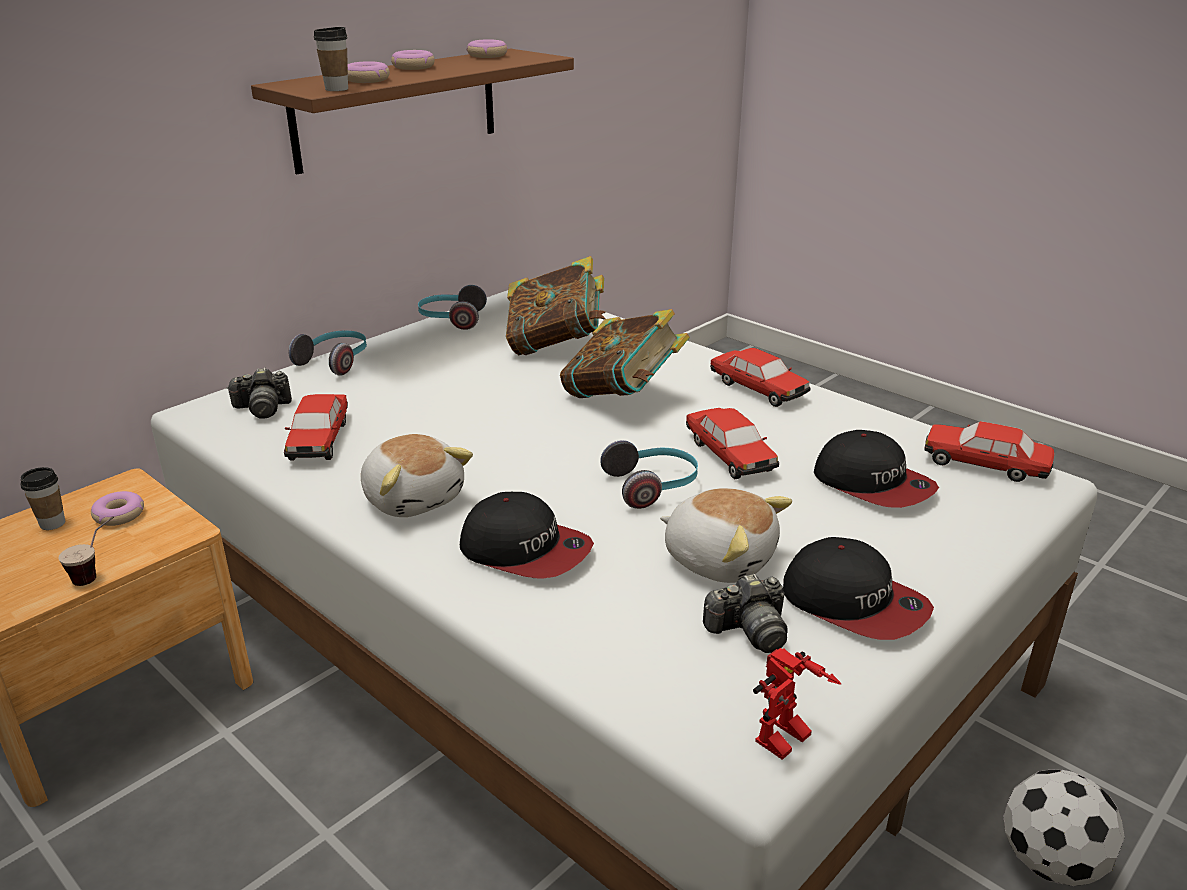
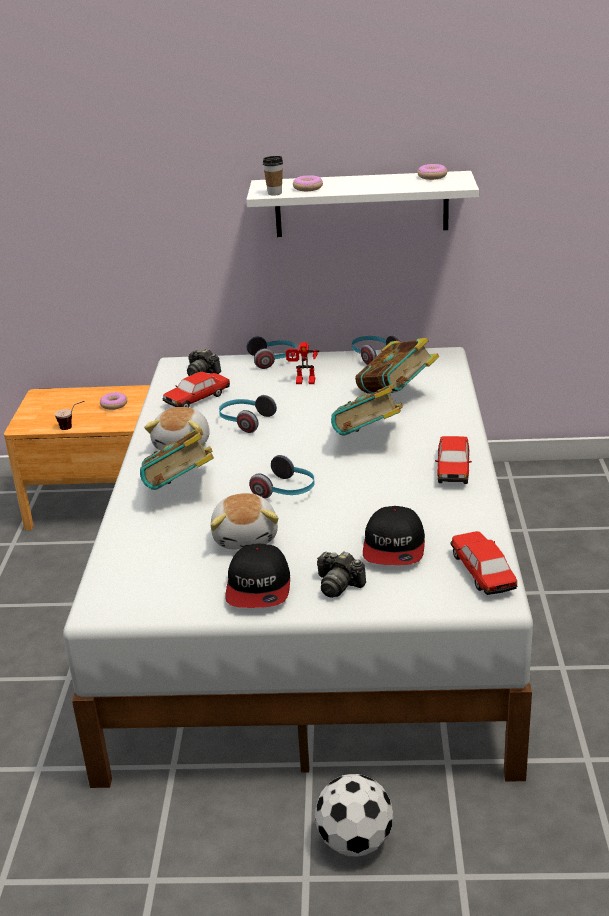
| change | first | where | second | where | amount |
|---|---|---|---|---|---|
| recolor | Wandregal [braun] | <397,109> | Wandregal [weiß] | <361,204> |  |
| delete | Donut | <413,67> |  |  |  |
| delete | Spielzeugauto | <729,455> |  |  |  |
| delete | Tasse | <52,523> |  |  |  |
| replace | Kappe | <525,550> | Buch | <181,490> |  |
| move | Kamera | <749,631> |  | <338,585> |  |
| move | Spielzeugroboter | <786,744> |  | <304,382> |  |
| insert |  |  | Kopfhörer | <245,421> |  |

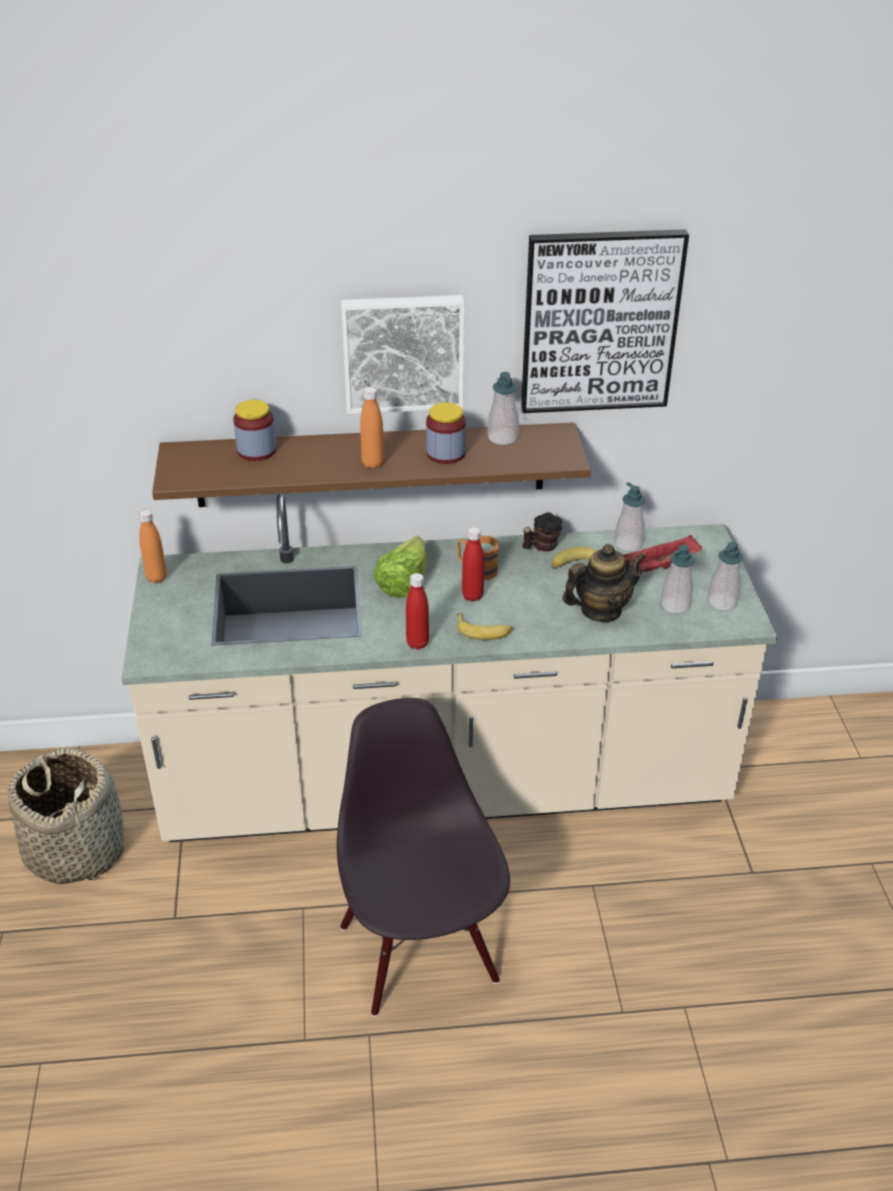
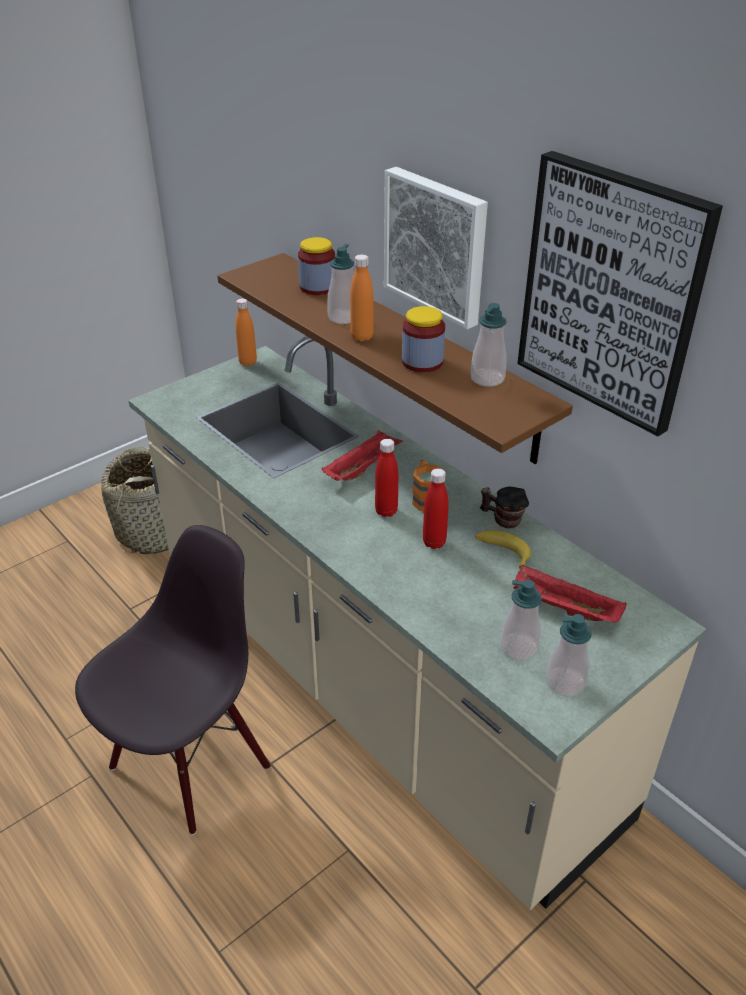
| change | first | where | second | where | amount |
|---|---|---|---|---|---|
| move | Seifenspender | <628,544> |  | <343,317> |  |
| replace | Salatkopf | <403,583> | Tablett [rot] | <362,468> |  |
| delete | Teekanne | <600,610> |  |  |  |
| move | Flasche [rot] | <417,643> |  | <434,542> |  |
| delete | Banane | <483,631> |  |  |  |

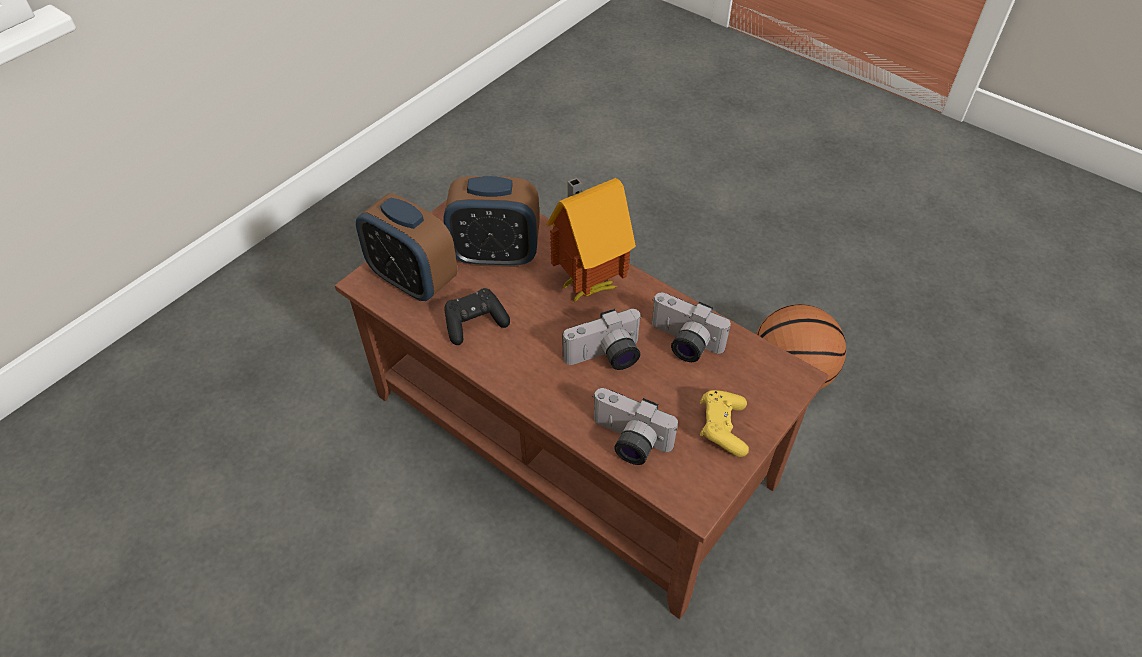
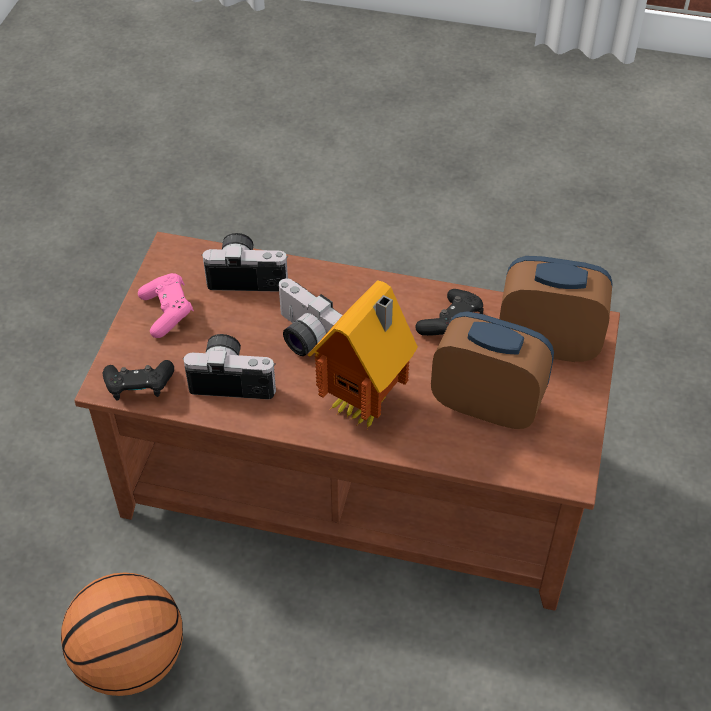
| change | first | where | second | where | amount |
|---|---|---|---|---|---|
| rotate | Wecker | <495,255> |  | <487,404> | 45 degrees clockwise |
| rotate | Kamera | <606,358> |  | <304,336> | 90 degrees counterclockwise |
| recolor | Gamepad [gelb] | <722,428> | Gamepad [rosa] | <167,312> |  |
| insert |  |  | Gamepad [schwarz] | <139,388> |  |

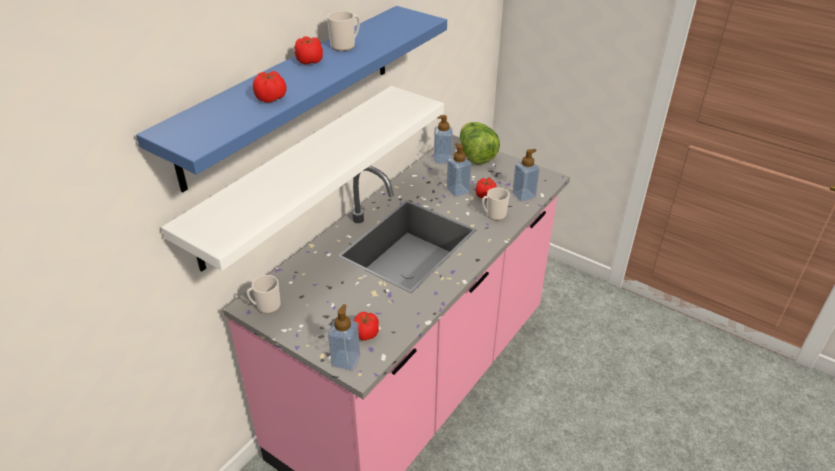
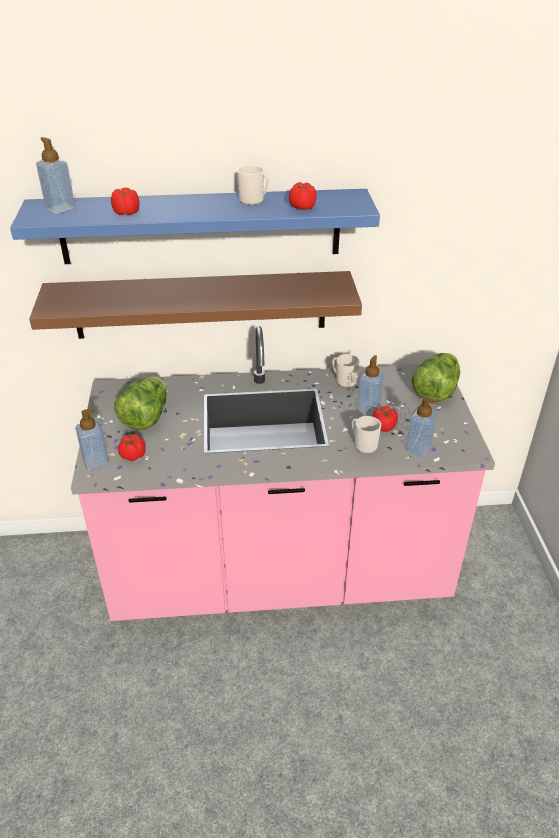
| change | first | where | second | where | amount |
|---|---|---|---|---|---|
| move | Tomate | <309,61> |  | <303,207> |  |
| recolor | Wandregal [weiß] | <297,174> | Wandregal [braun] | <200,305> |  |
| move | Seifenspender | <442,159> |  | <60,208> |  |
| move | Henkelbecher | <266,306> |  | <344,381> |  |
| insert |  |  | Salatkopf | <146,417> |  |

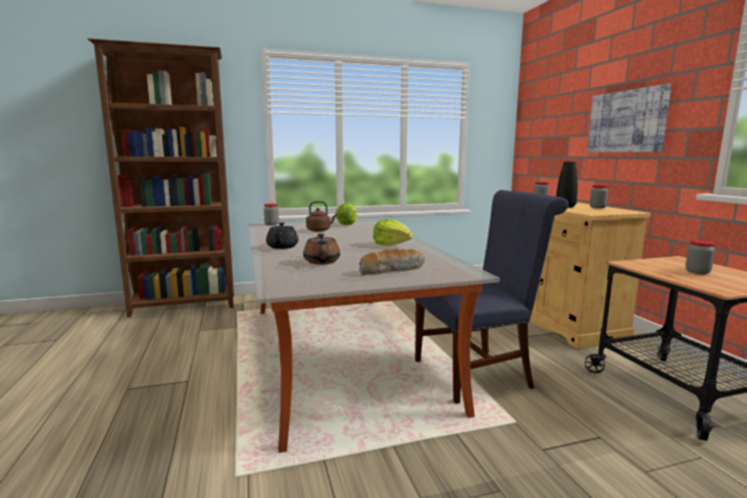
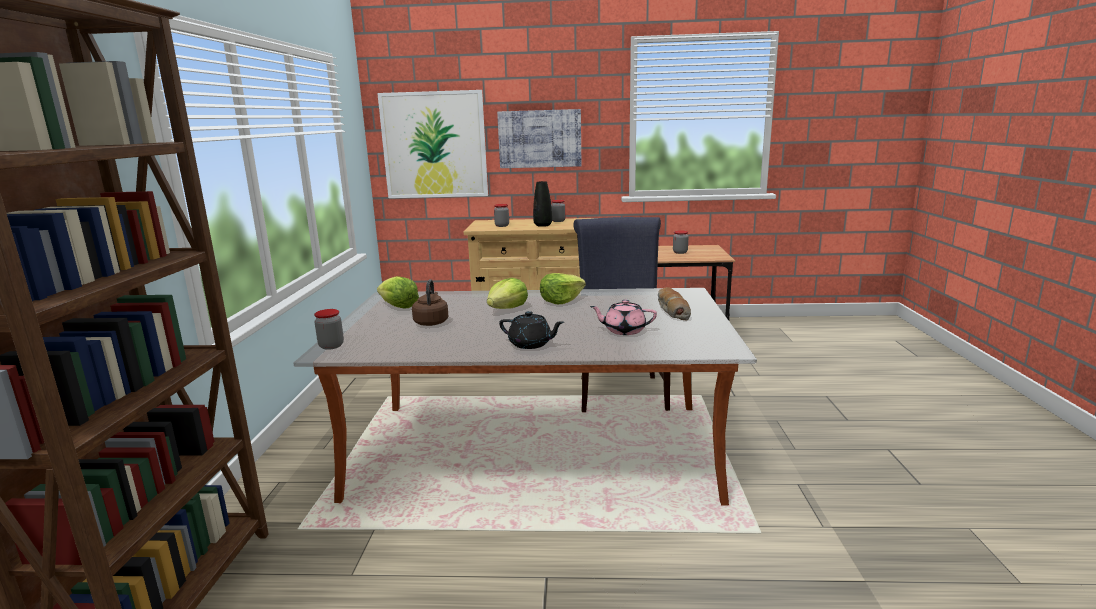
| change | first | where | second | where | amount |
|---|---|---|---|---|---|
| recolor | Teekanne [braun] | <322,261> | Teekanne [rosa] | <623,330> |  |
| insert |  |  | Bild | <434,145> |  |
| insert |  |  | Salatkopf | <507,309> |  |

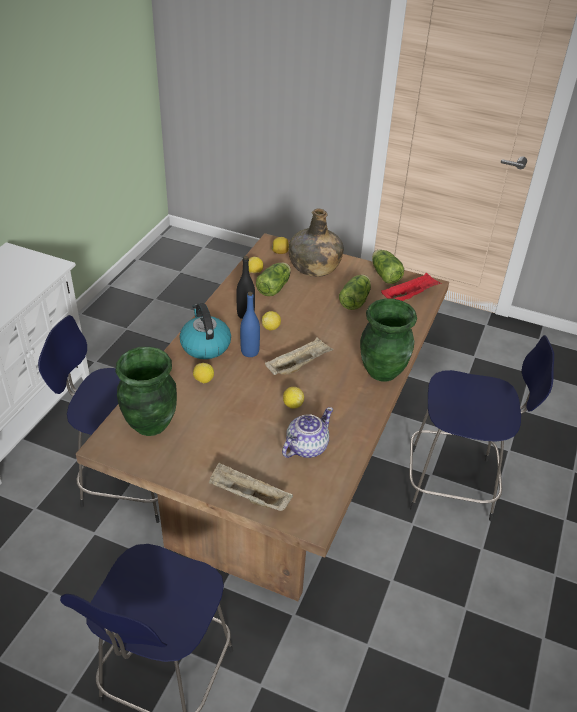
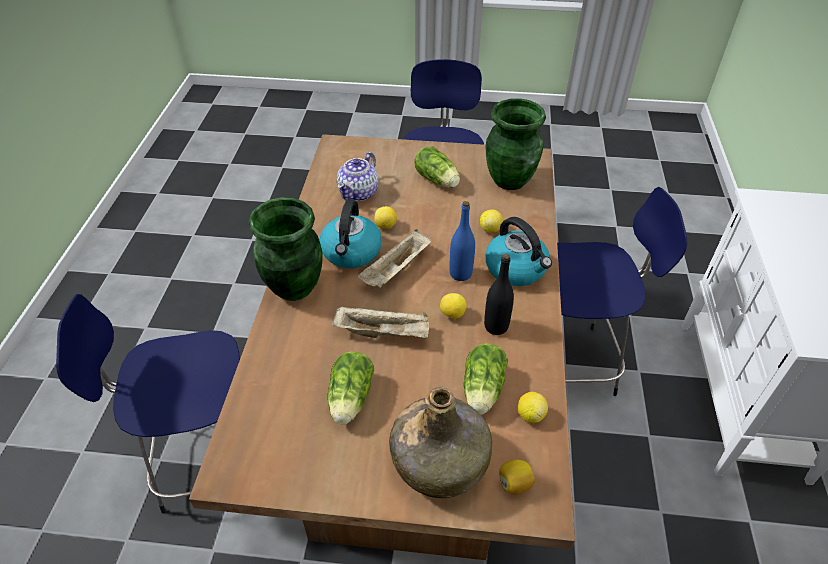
| change | first | where | second | where | amount |
|---|---|---|---|---|---|
| move | Salatkopf | <384,274> |  | <438,180> |  |
| delete | Tablett [rot] | <409,296> |  |  |  |
| move | Tablett [beige] | <248,497> |  | <383,332> |  |
| insert |  |  | Wasserkessel | <351,252> |  |

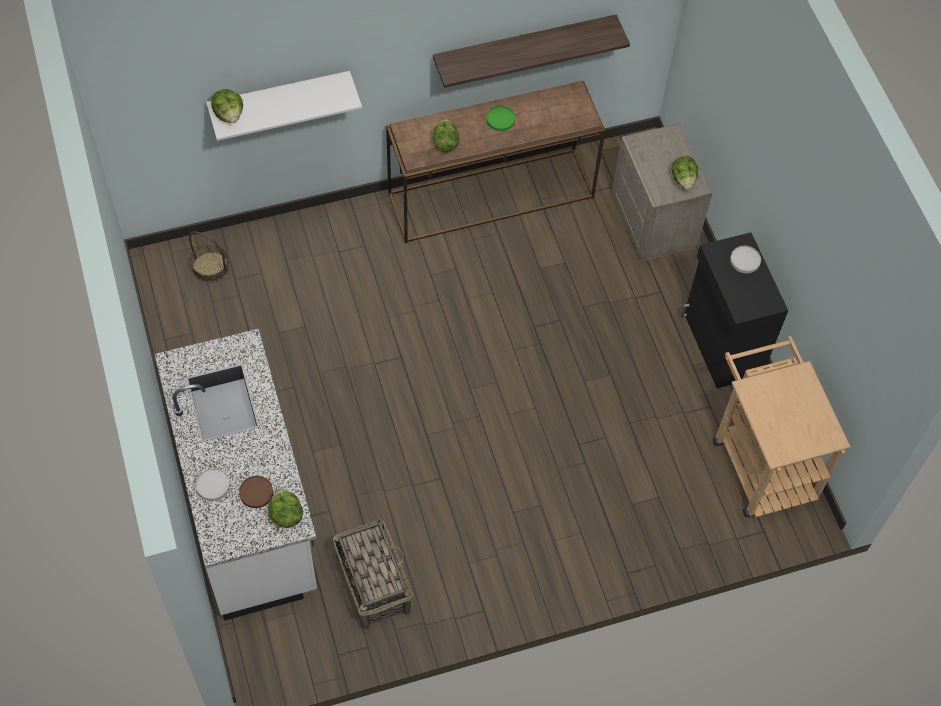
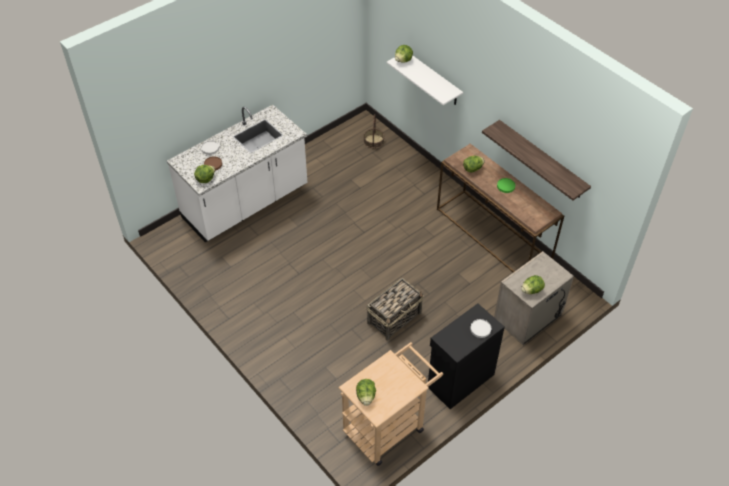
| change | first | where | second | where | amount |
|---|---|---|---|---|---|
| move | Korb | <373,583> |  | <395,317> |  |
| insert |  |  | Salatkopf | <366,396> |  |

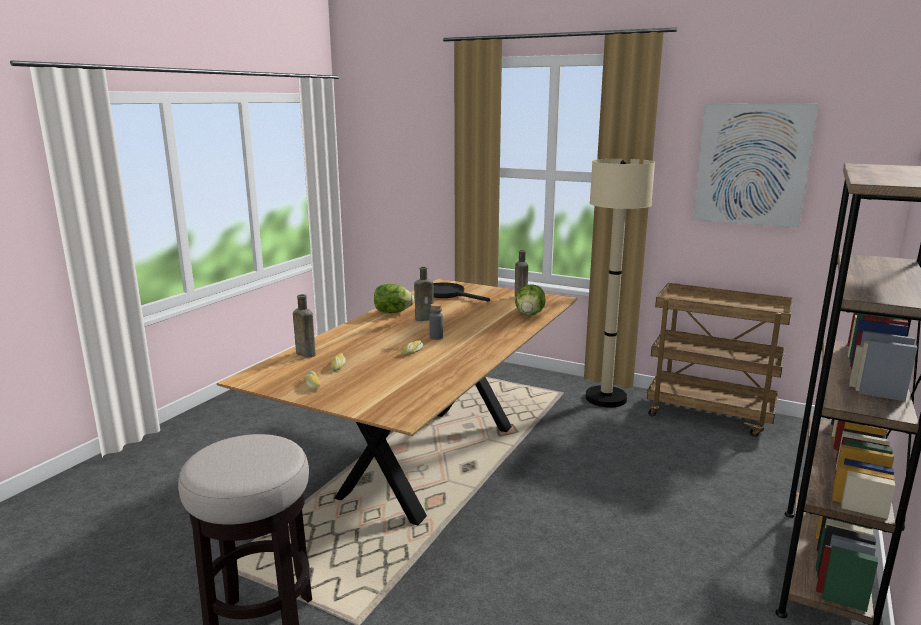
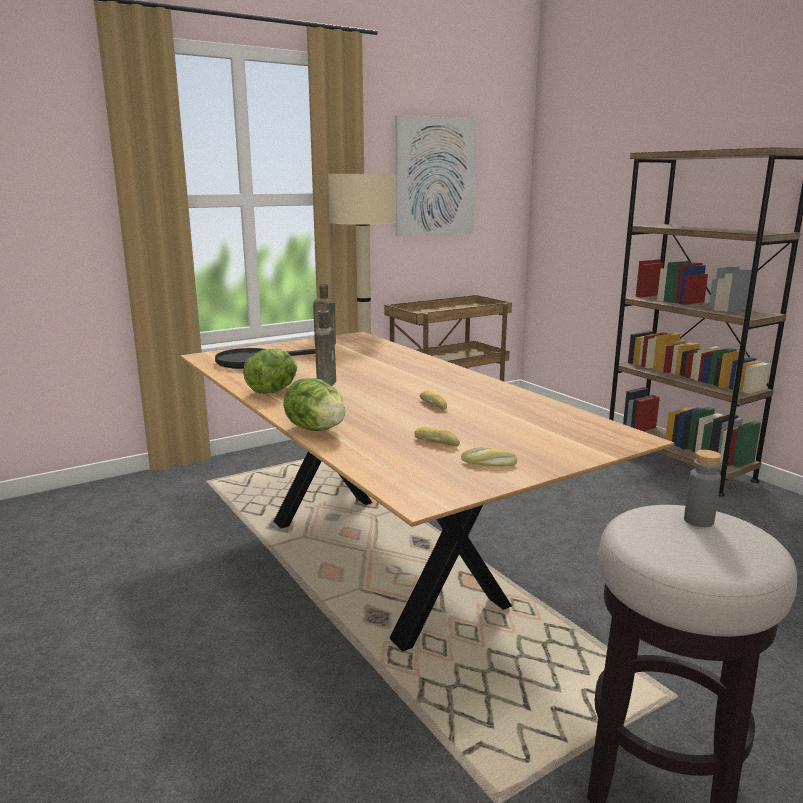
| change | first | where | second | where | amount |
|---|---|---|---|---|---|
| move | Salatkopf | <529,314> |  | <316,429> |  |
| delete | Flasche [braun] | <304,353> |  |  |  |
| move | Flasche [grau] | <436,337> |  | <698,521> |  |

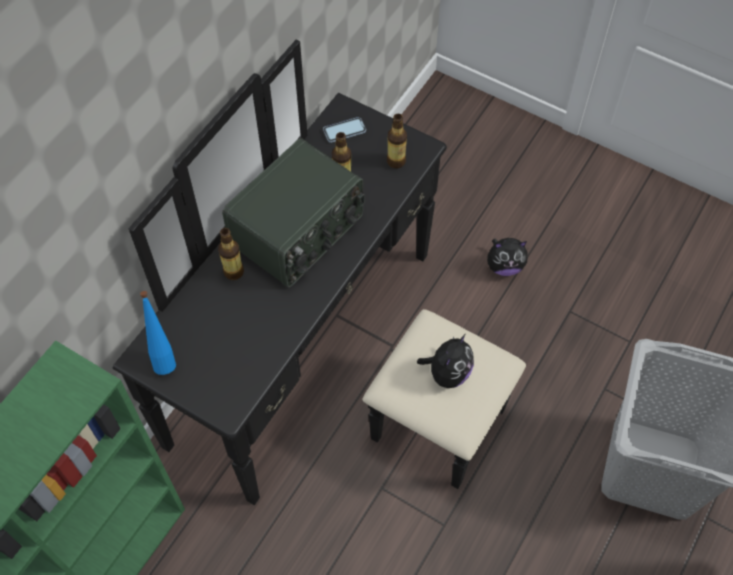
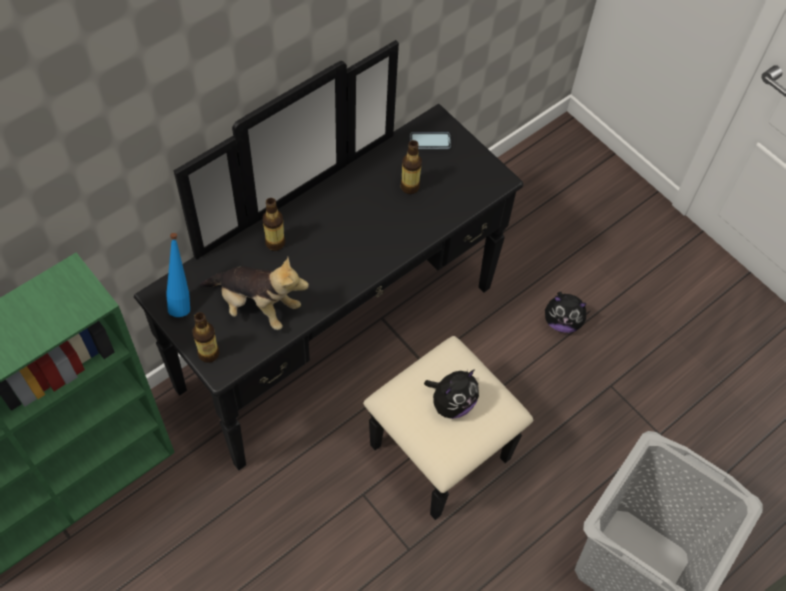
| change | first | where | second | where | amount |
|---|---|---|---|---|---|
| move | Flasche | <396,161> |  | <209,353> |  |
| delete | Radio | <298,232> |  |  |  |
| insert |  |  | Plüschtier | <256,305> |  |

